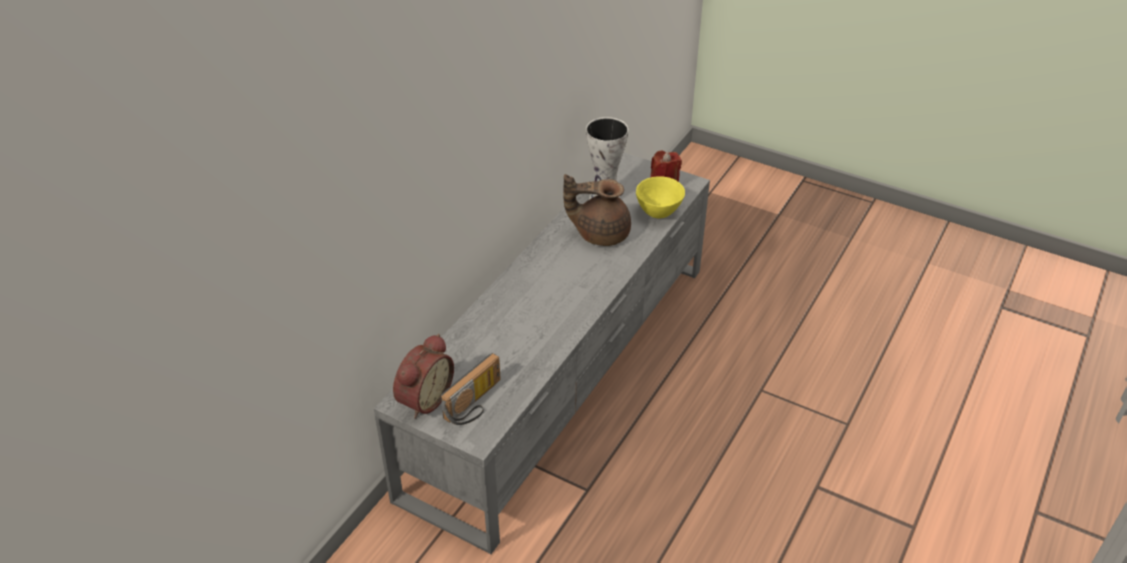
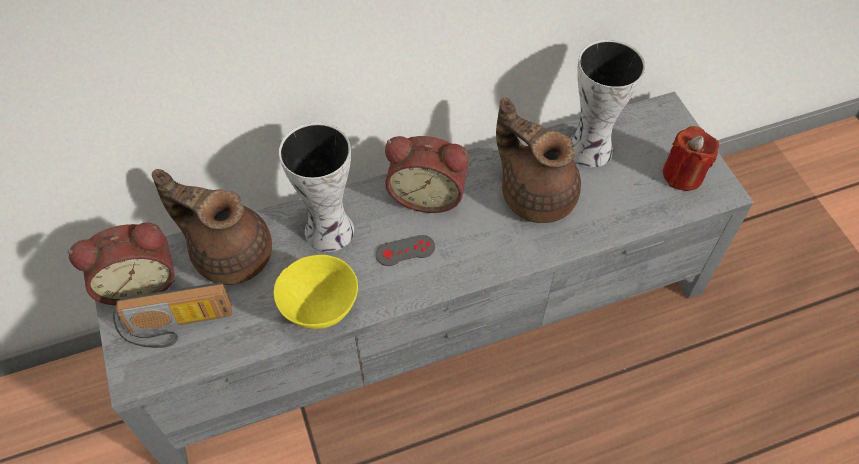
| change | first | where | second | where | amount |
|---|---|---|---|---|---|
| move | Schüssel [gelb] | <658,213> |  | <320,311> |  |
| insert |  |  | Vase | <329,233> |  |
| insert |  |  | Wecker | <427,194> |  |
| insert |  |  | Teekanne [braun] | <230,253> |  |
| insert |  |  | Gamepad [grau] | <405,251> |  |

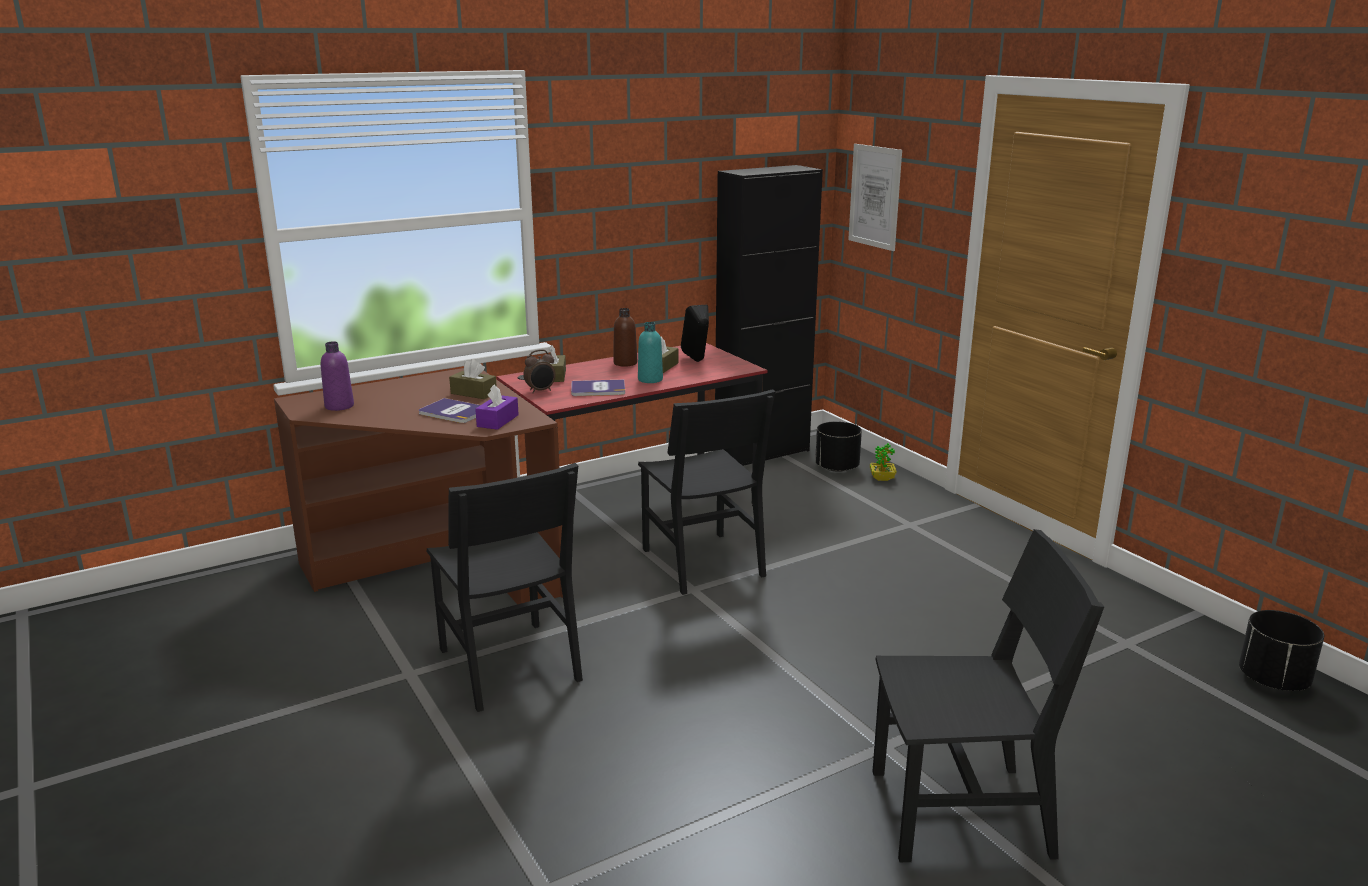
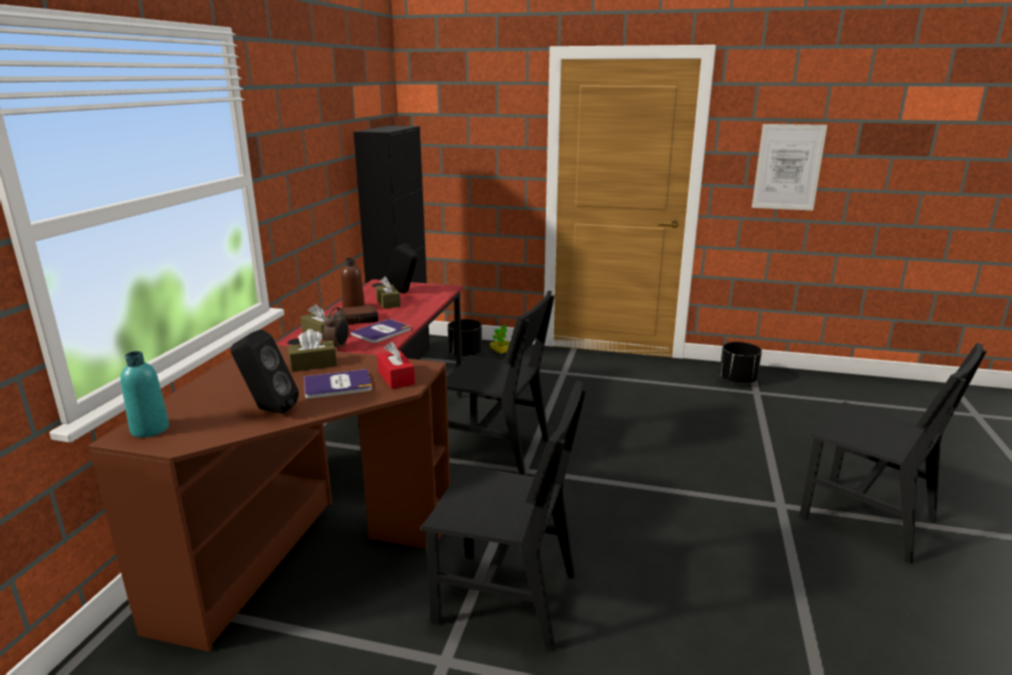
| change | first | where | second | where | amount |
|---|---|---|---|---|---|
| move | Bild | <875,196> |  | <788,167> |  |
| move | Flasche [türkis] | <650,379> |  | <150,429> |  |
| delete | Flasche [lila] | <339,406> |  |  |  |
| recolor | Taschentuchbox [lila] | <498,421> | Taschentuchbox [rot] | <396,378> |  |
| rotate | Stuhl [schwarz] | <960,813> |  | <867,519> | 90 degrees clockwise |
| move | Pflanzkübel [schwarz] | <1273,681> |  | <737,381> |  |
| insert |  |  | Buch | <359,318> |  |
| insert |  |  | Lautsprecher [schwarz] | <267,410> |  |

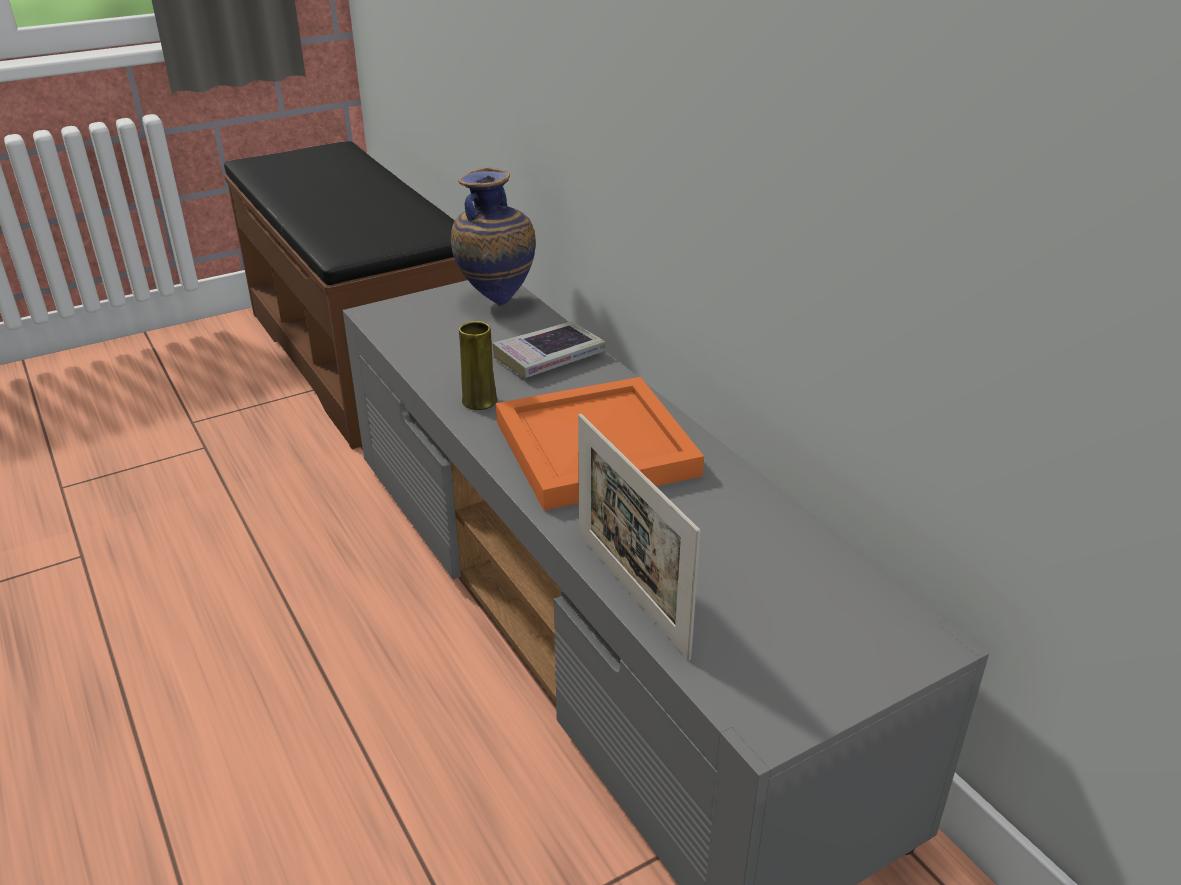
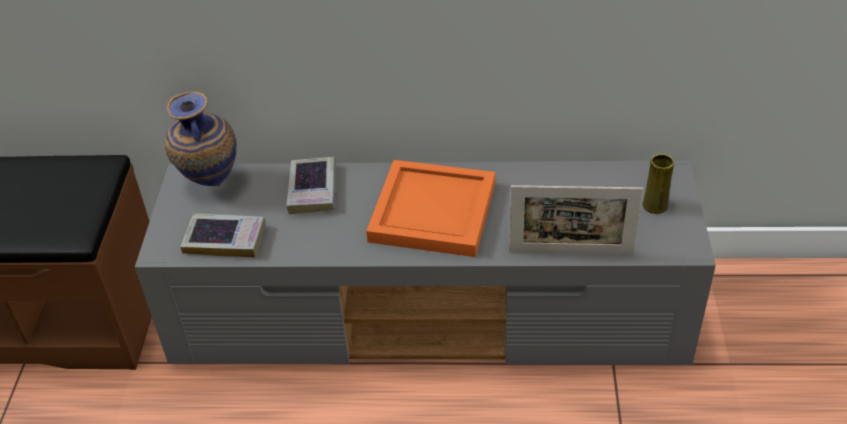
| change | first | where | second | where | amount |
|---|---|---|---|---|---|
| move | Vase [gelb] | <479,401> |  | <655,205> |  |
| insert |  |  | Buch | <225,239> |  |

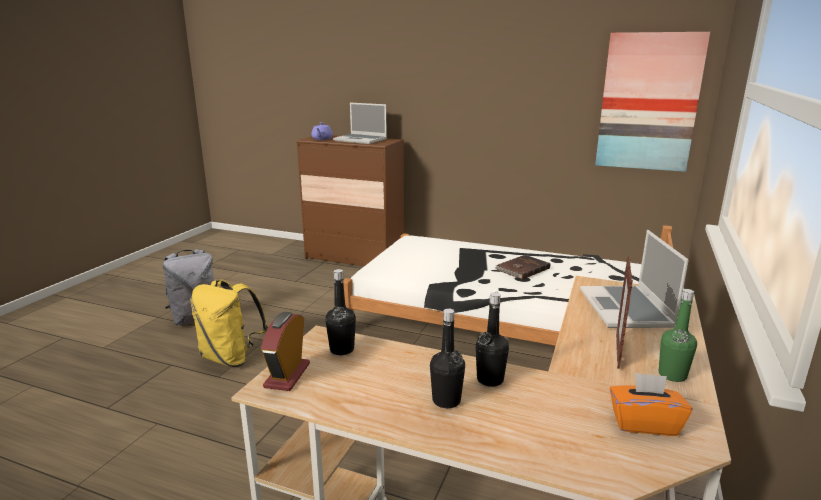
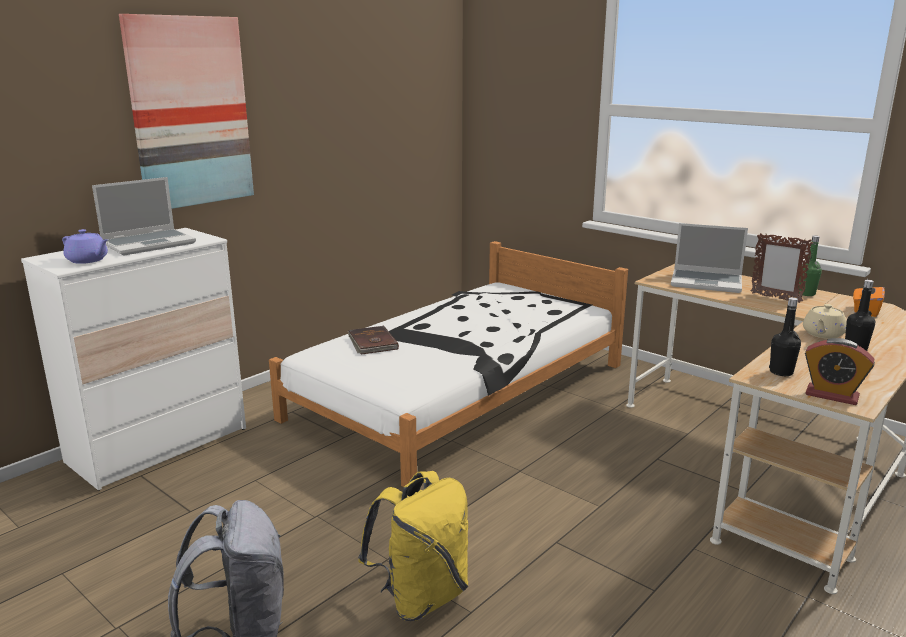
| change | first | where | second | where | amount |
|---|---|---|---|---|---|
| move | Bild | <648,102> |  | <190,112> |  |
| recolor | Kommode [braun] | <354,257> | Kommode [weiß] | <158,445> |  |
| move | Buch [braun] | <522,269> |  | <372,343> |  |
| replace | Flasche [schwarz] | <490,379> | Teekanne [beige] | <822,334> |  |

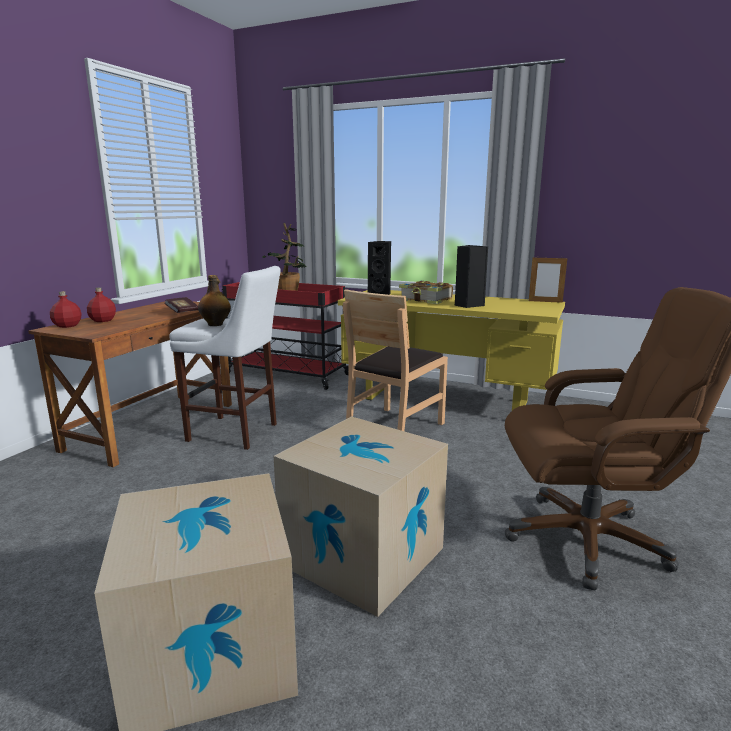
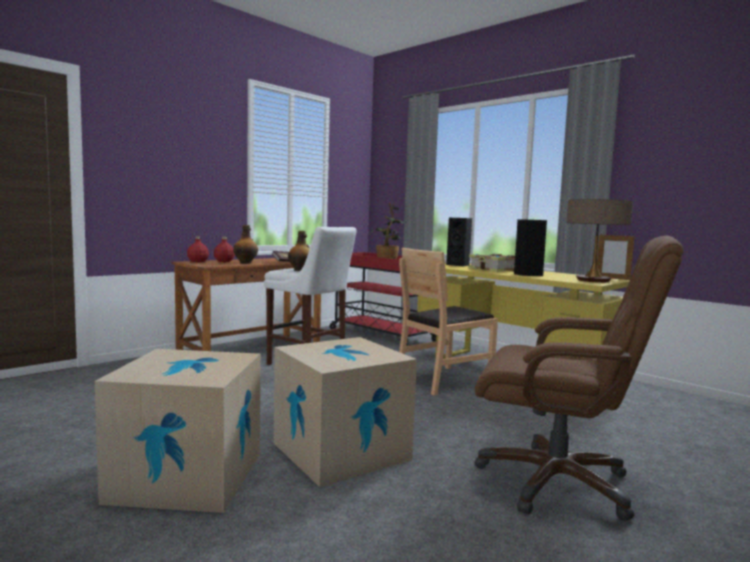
| change | first | where | second | where | amount |
|---|---|---|---|---|---|
| insert |  |  | Tischlampe | <593,280> |  |
| insert |  |  | Flasche | <246,263> |  |

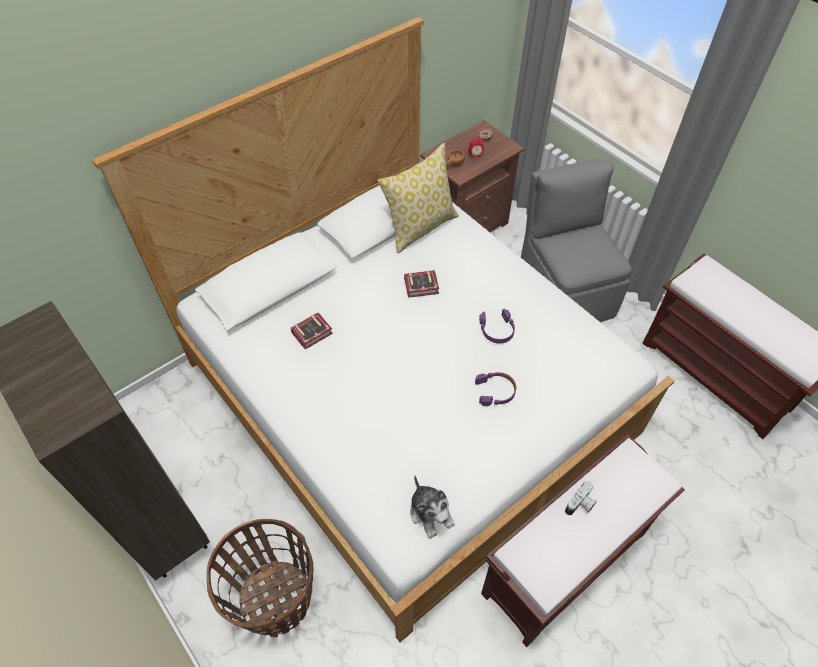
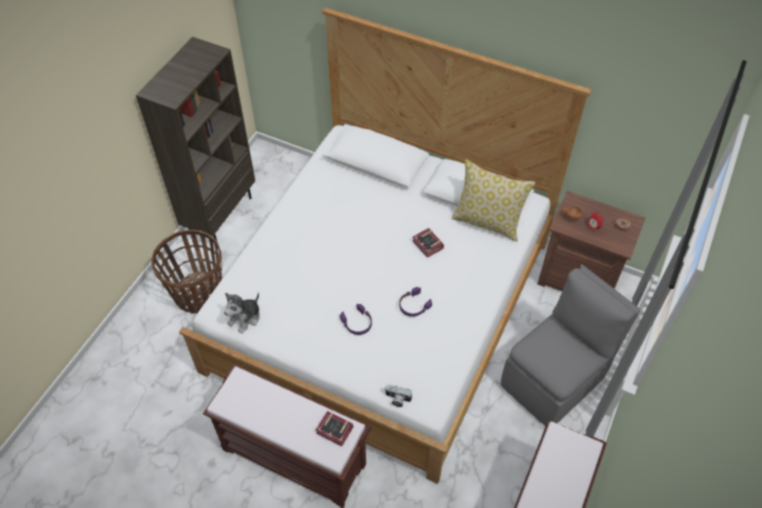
| change | first | where | second | where | amount |
|---|---|---|---|---|---|
| move | Buch | <314,333> |  | <335,431> |  |
| move | Kamera | <580,505> |  | <397,399> |  |

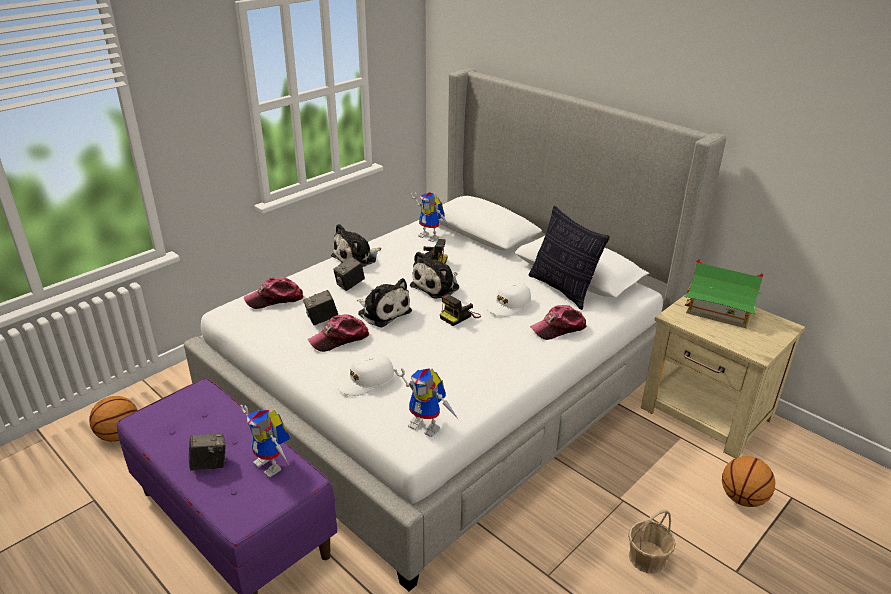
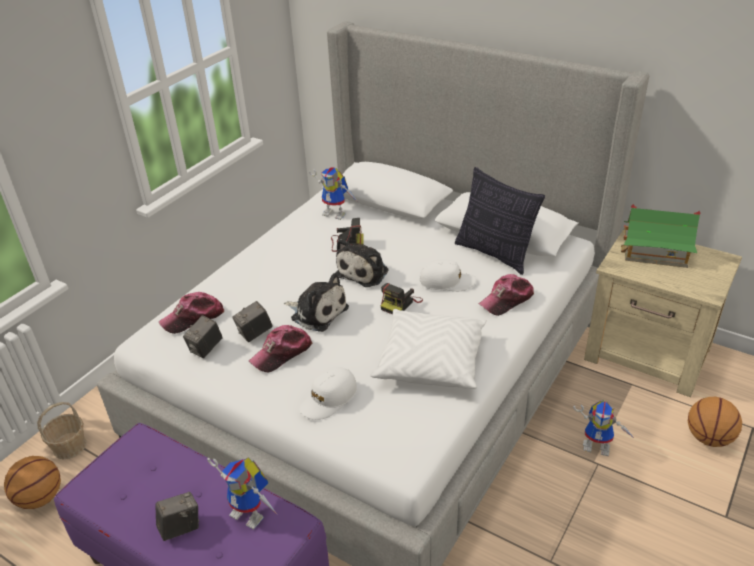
| change | first | where | second | where | amount |
|---|---|---|---|---|---|
| delete | Plüschtier | <356,258> |  |  |  |
| move | Kamera | <350,285> |  | <206,349> |  |
| rotate | Kappe [weiß] | <509,305> |  | <447,282> | 120 degrees counterclockwise |
| move | Spielzeugroboter | <428,425> |  | <599,446> |  |
| move | Korb | <647,558> |  | <70,446> |  |
| insert |  |  | Kissen [weiß] | <430,361> |  |

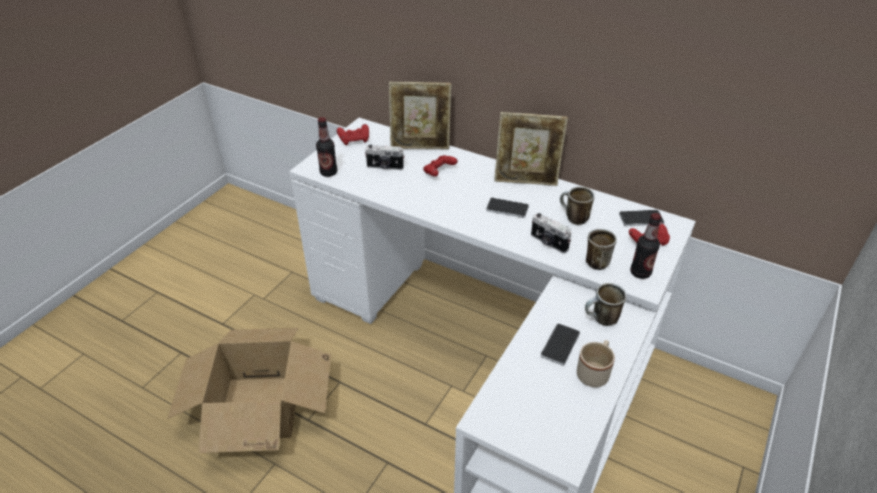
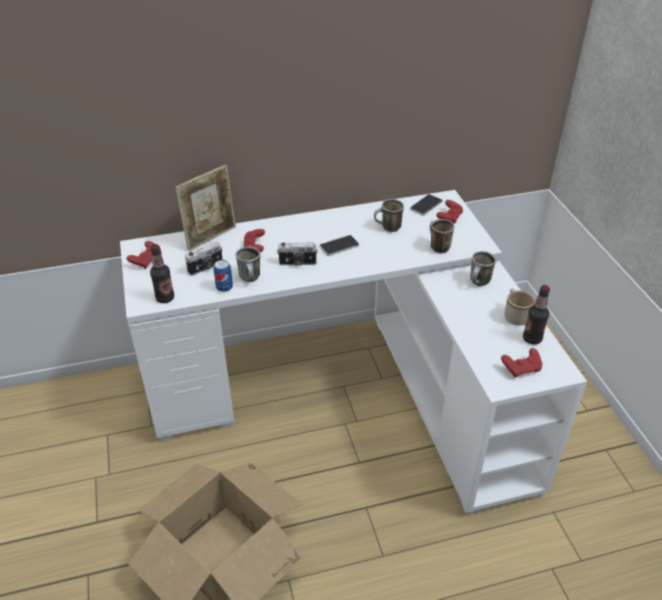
| change | first | where | second | where | amount |
|---|---|---|---|---|---|
| delete | Bilderrahmen | <526,181> |  |  |  |
| move | Kamera | <548,243> |  | <297,263> |  |
| move | Flasche | <640,273> |  | <532,339> |  |
| delete | Handy | <560,345> |  |  |  |
| insert |  |  | Henkelbecher | <251,279> |  |
| insert |  |  | Dose | <224,288> |  |
| insert |  |  | Gamepad [rot] | <521,369> |  |

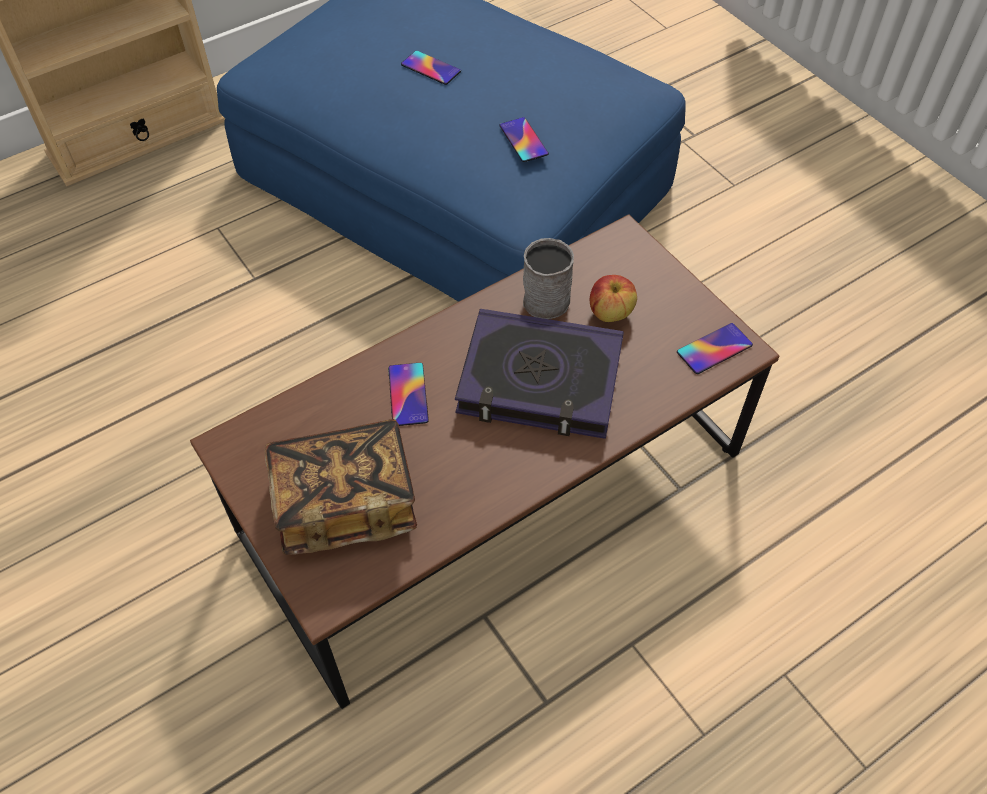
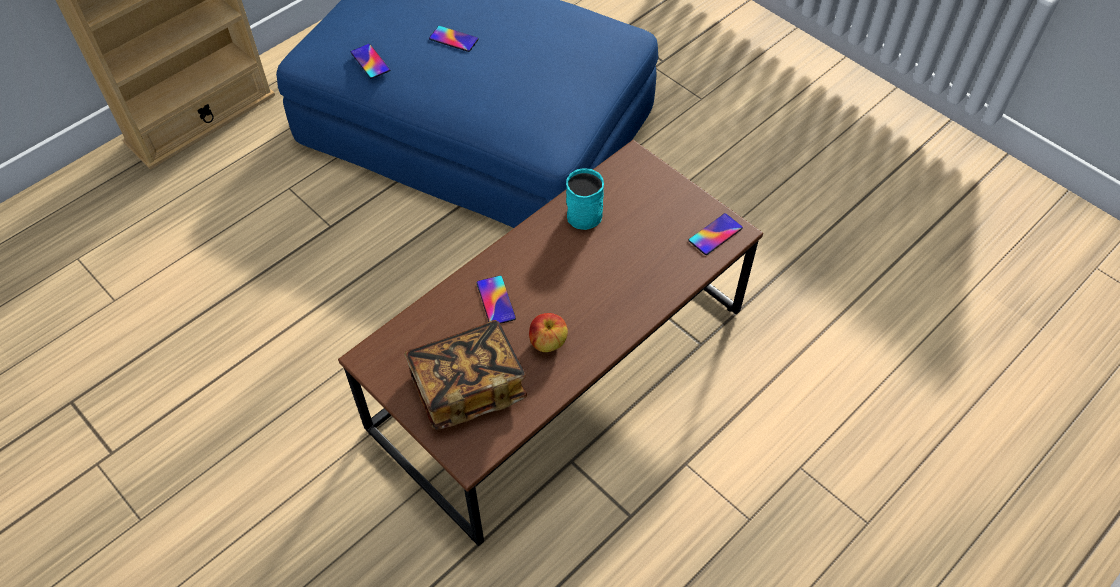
| change | first | where | second | where | amount |
|---|---|---|---|---|---|
| move | Handy | <523,140> |  | <370,61> |  |
| recolor | Henkelbecher [grau] | <548,295> | Henkelbecher [türkis] | <584,210> |  |
| move | Apfel | <610,313> |  | <548,342> |  |
| delete | Buch | <540,382> |  |  |  |

